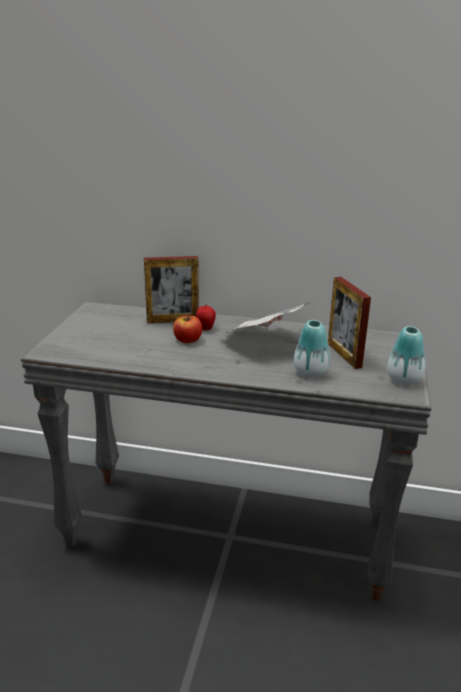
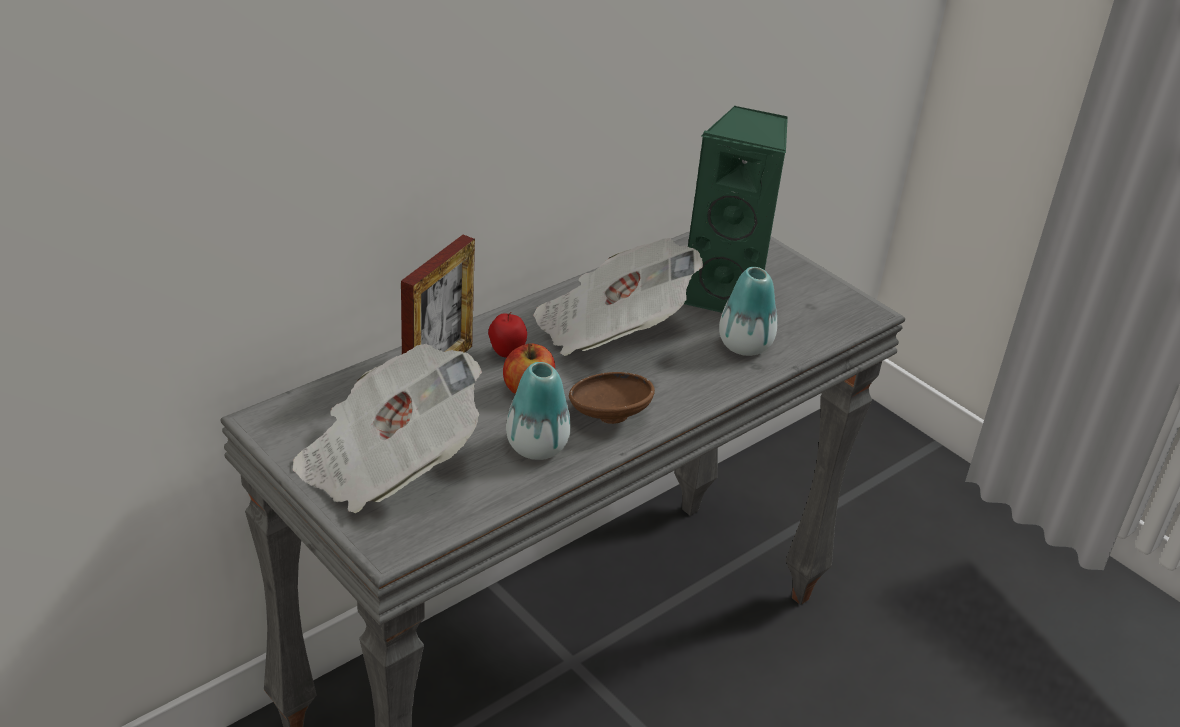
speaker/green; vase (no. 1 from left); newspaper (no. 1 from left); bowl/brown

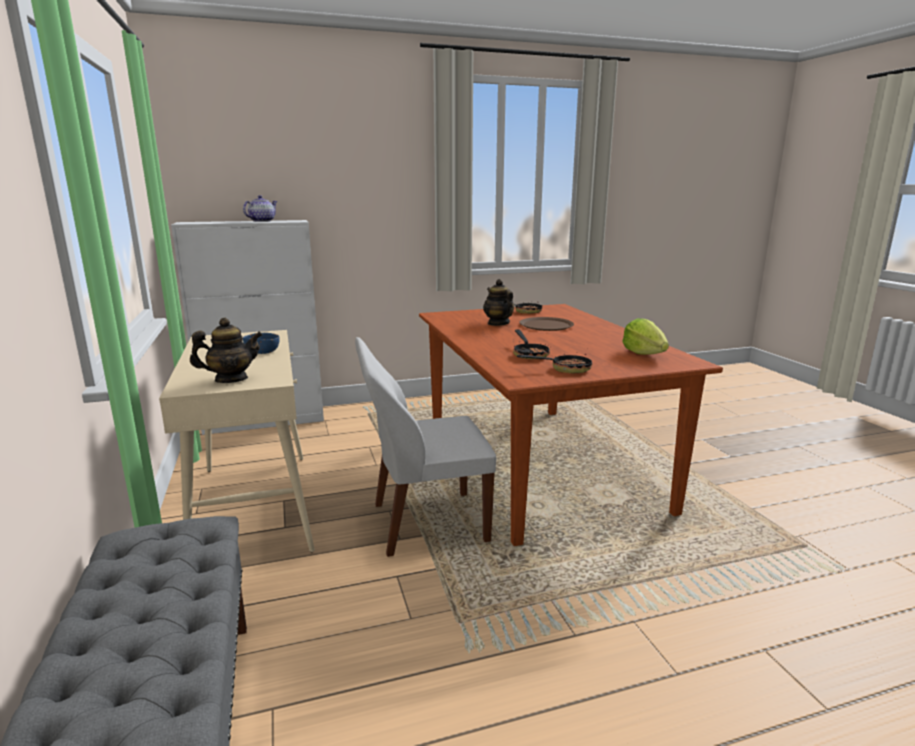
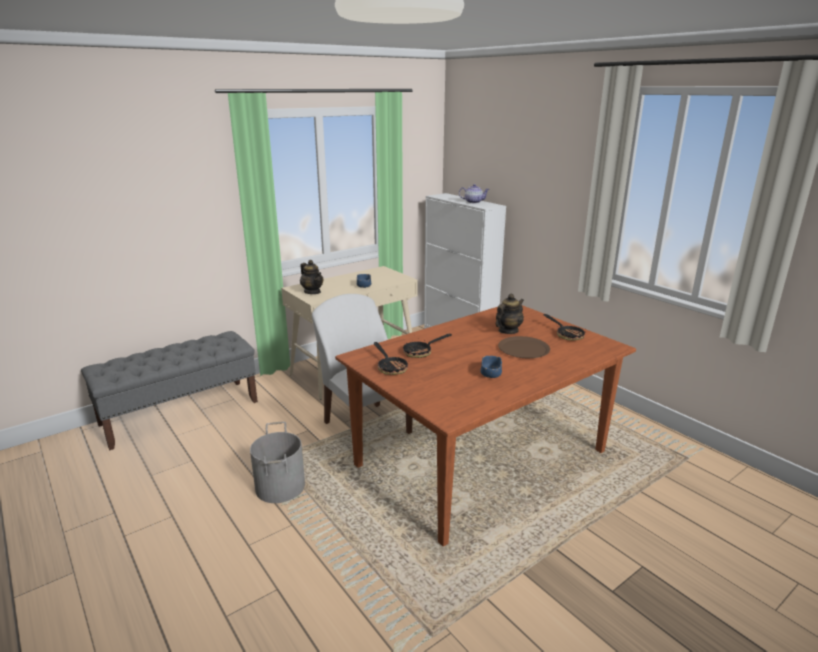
lettuce; bowl/blue (no. 2 from left); bucket/grey

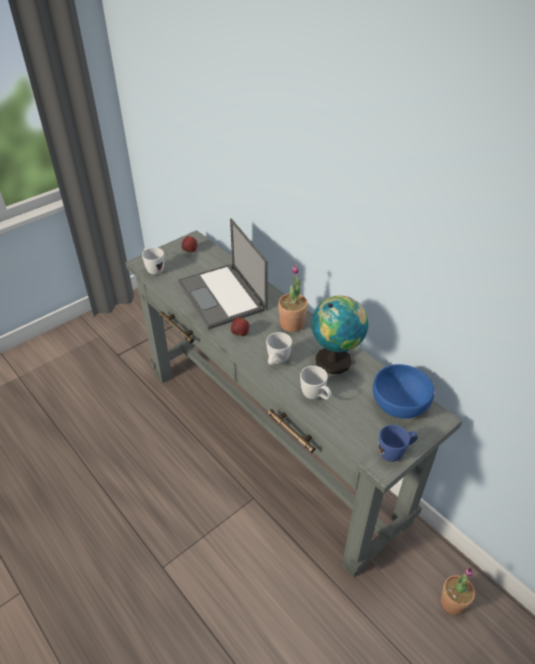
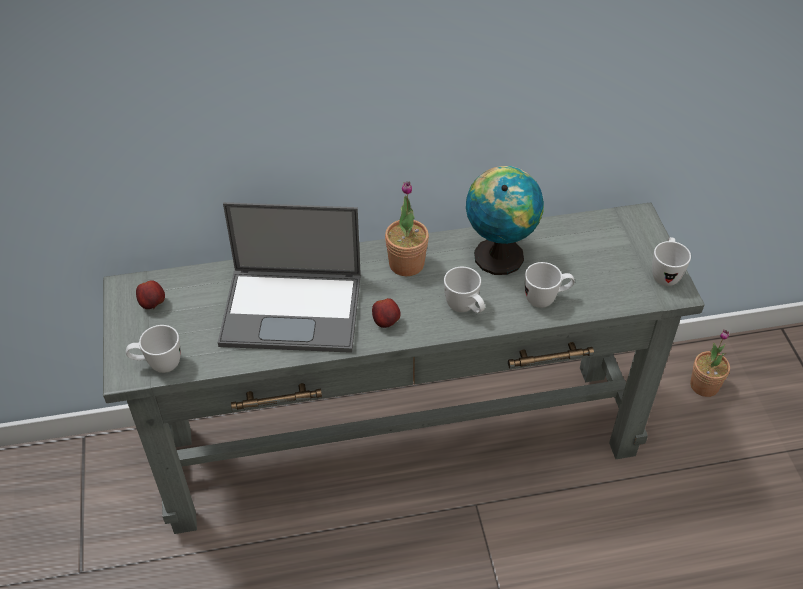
bowl/blue; mug/white (no. 4 from left)

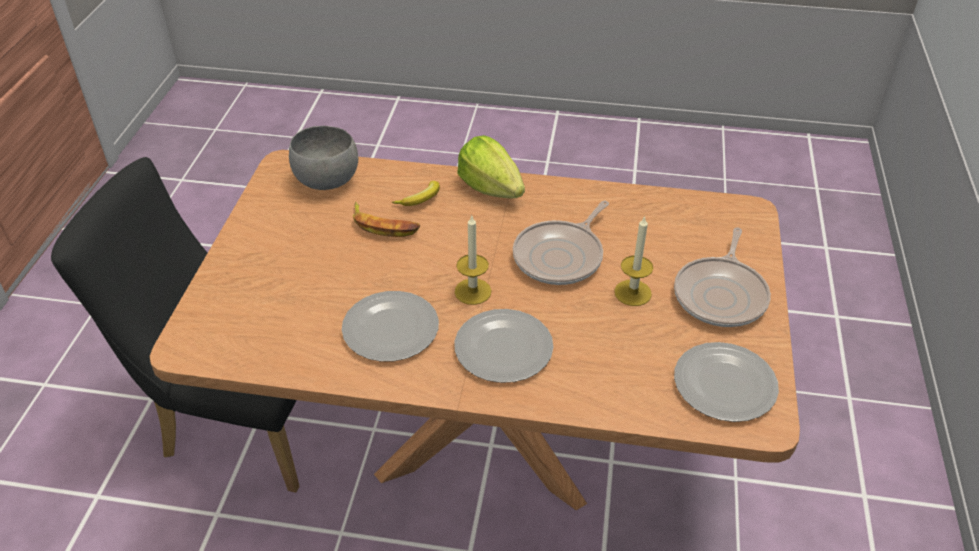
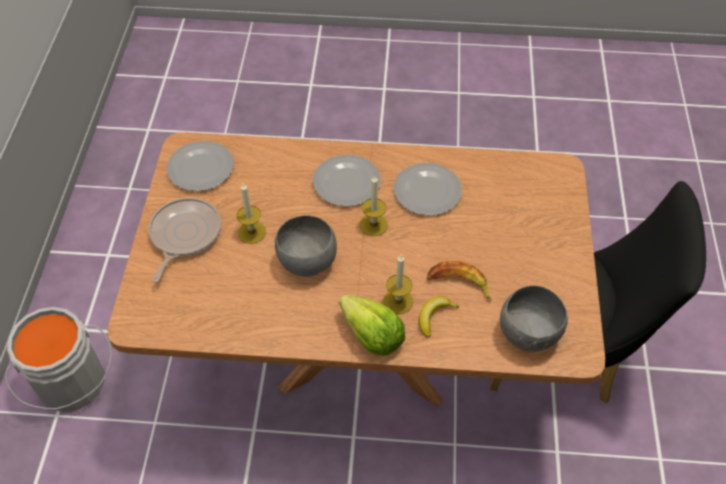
bowl/grey (no. 1 from left); candle (no. 3 from left); bucket/grey

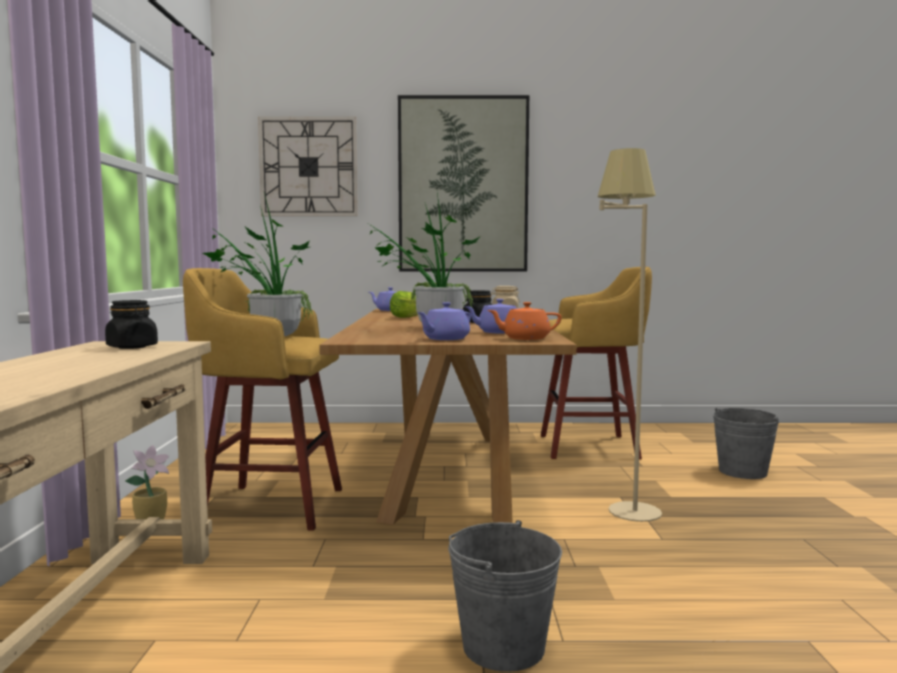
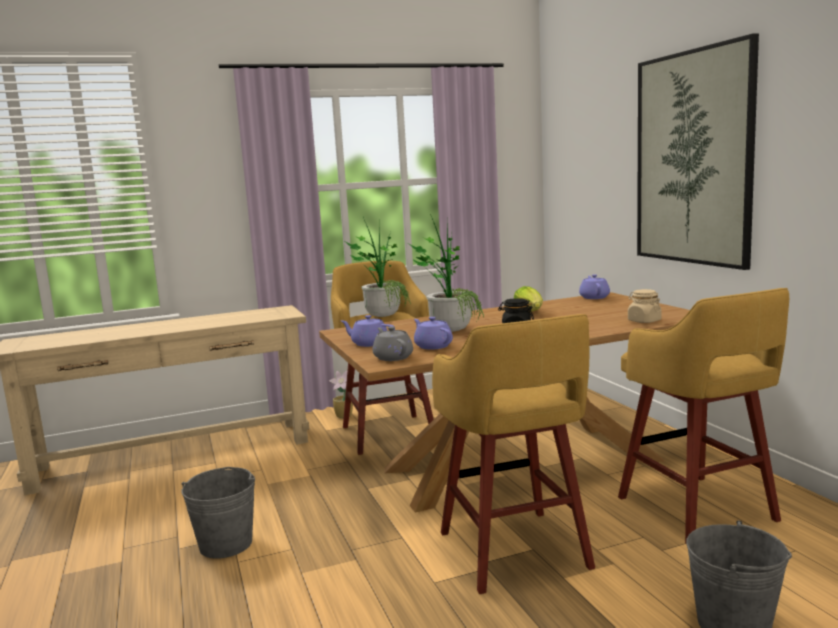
wall clock; stool/yellow (no. 2 from left); jar/black (no. 1 from left in the first image); teapot/grey

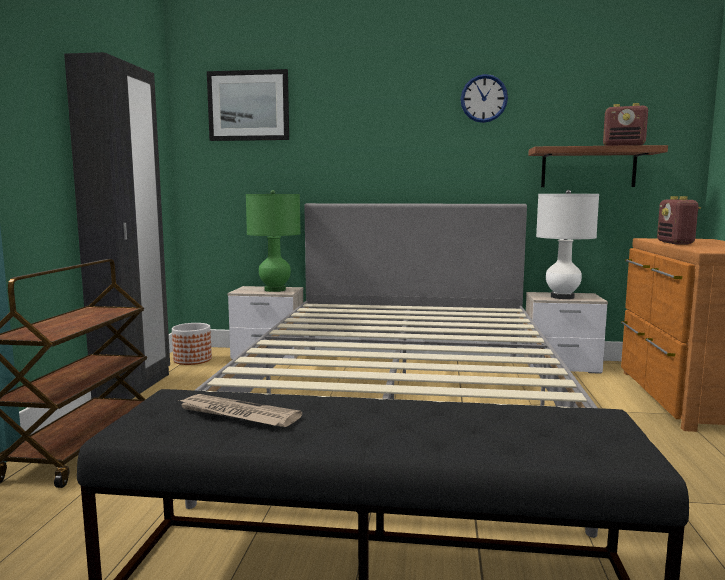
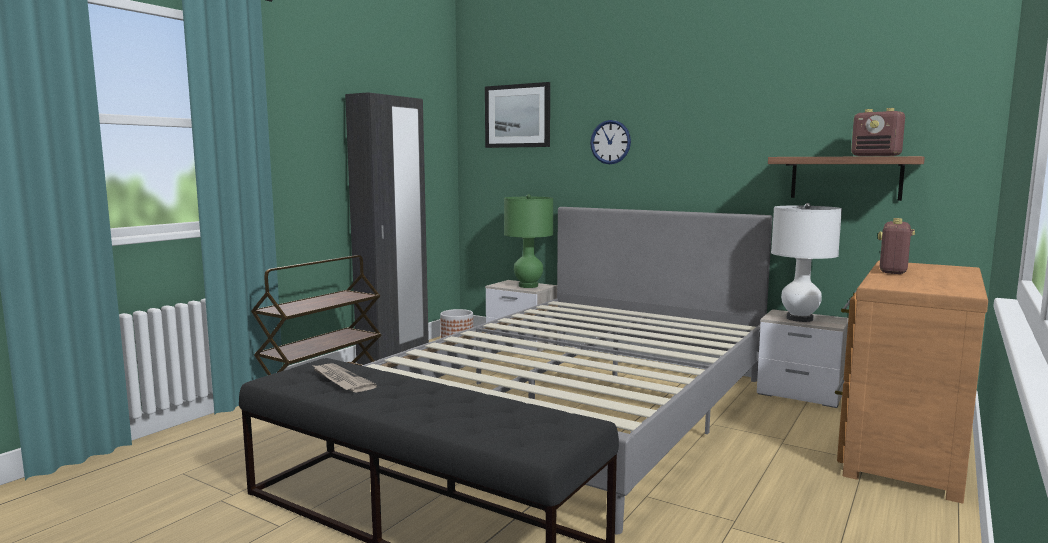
wall clock

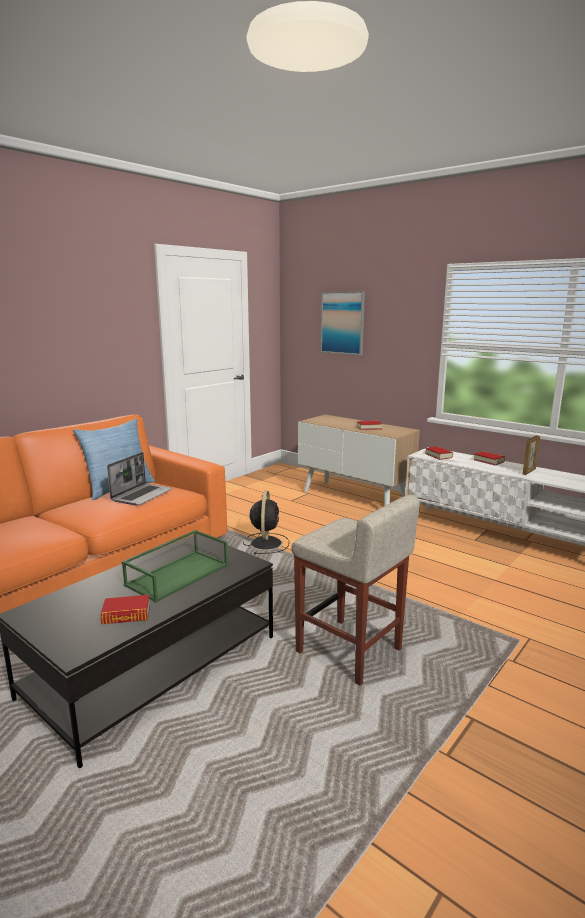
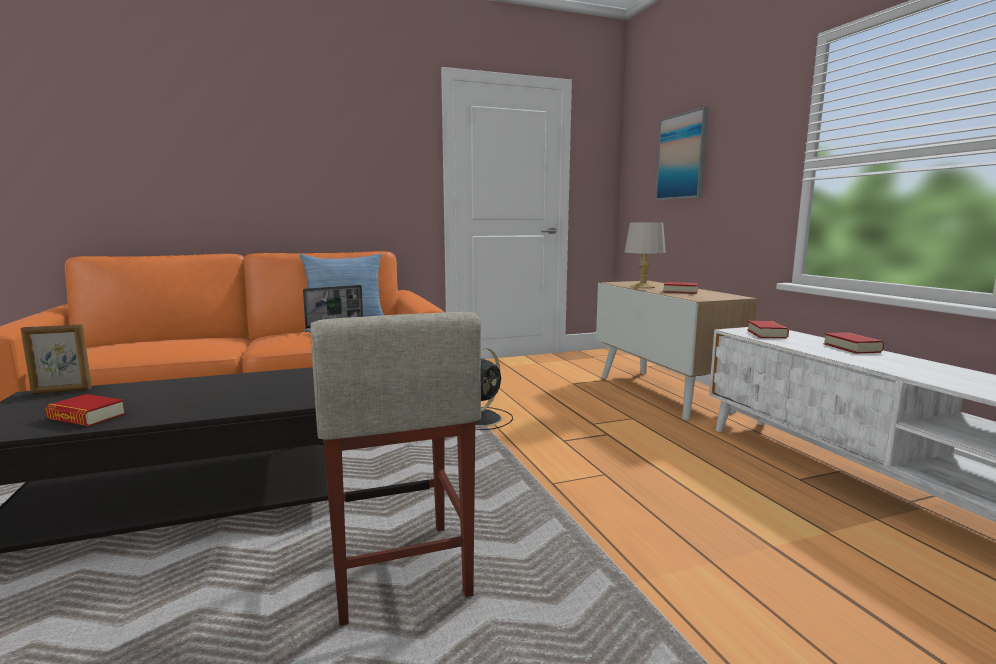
picture frame; tray/green; table lamp/grey

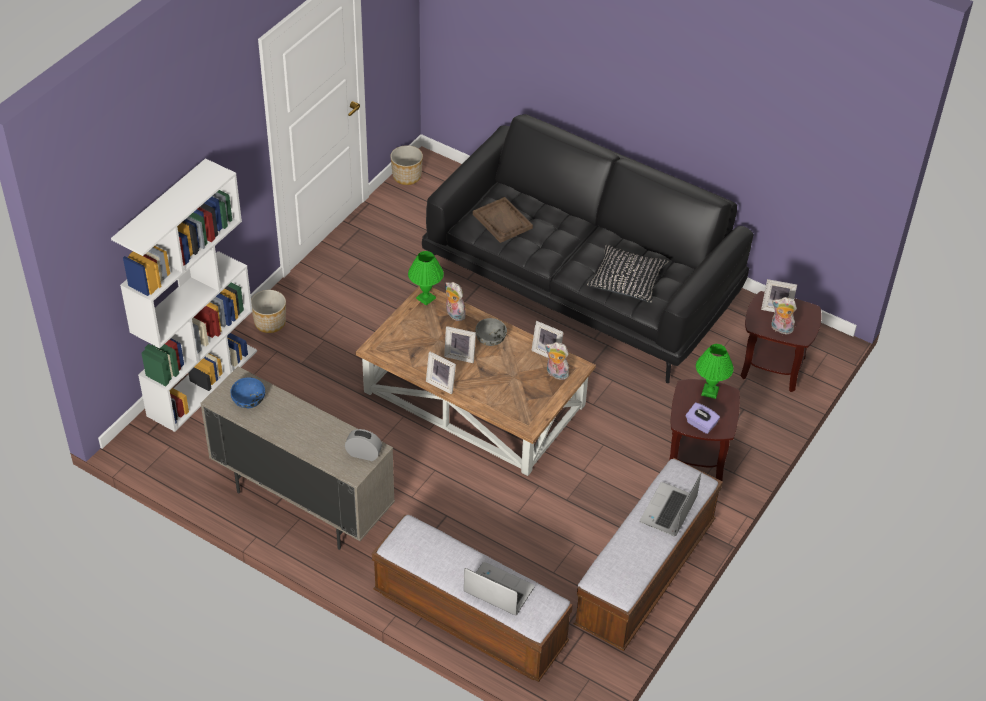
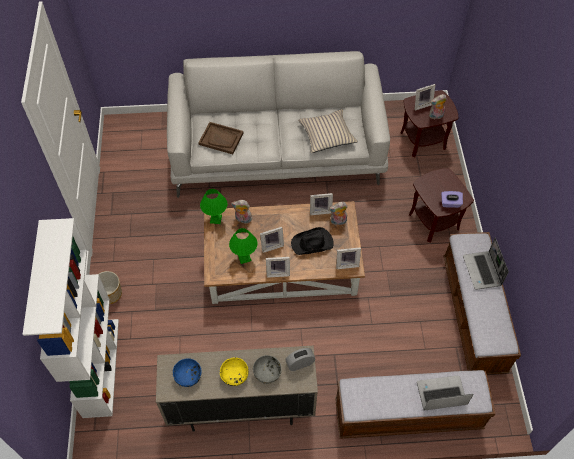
sofa/white; planter (no. 2 from left in the first image); pillow/beige; bowl/grey; table lamp/green (no. 2 from left); hat/black; picture frame (no. 4 from left); bowl/yellow

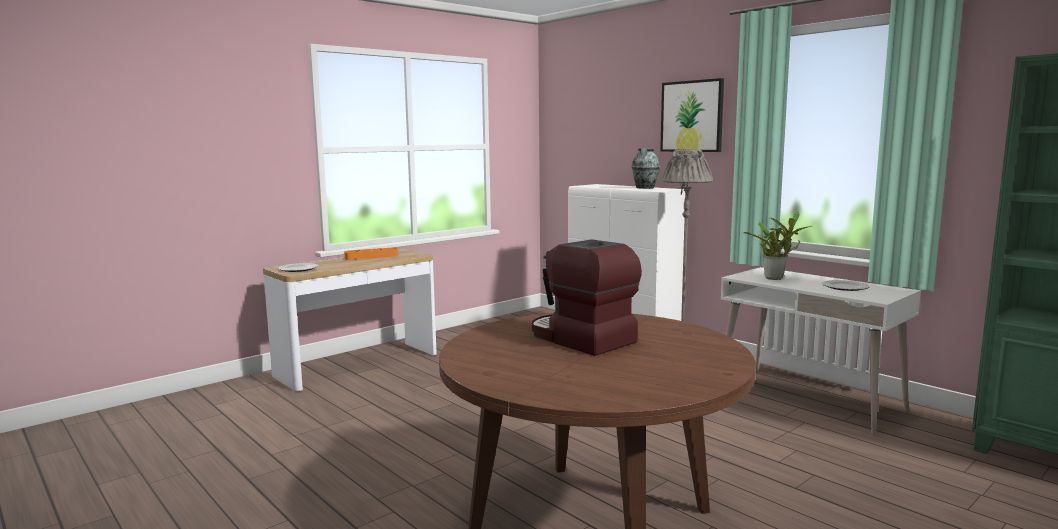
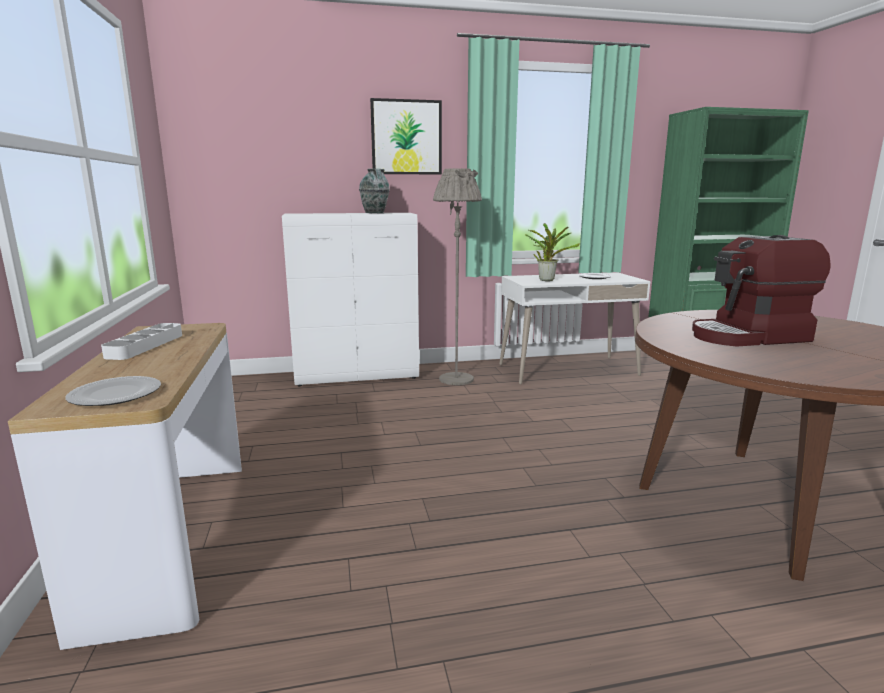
tray/white

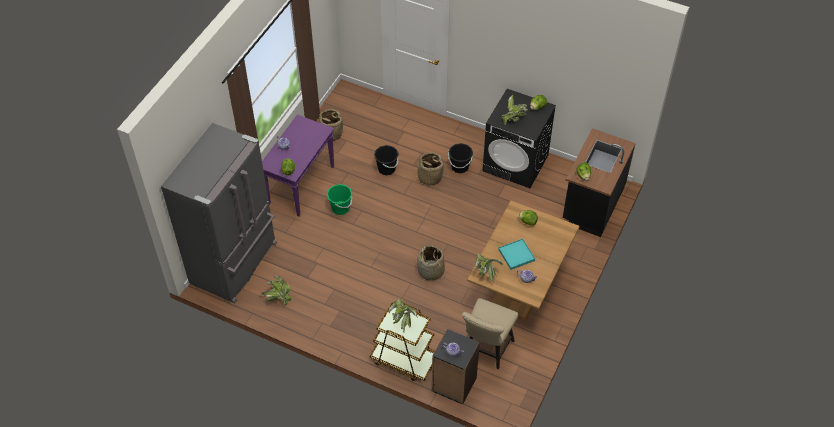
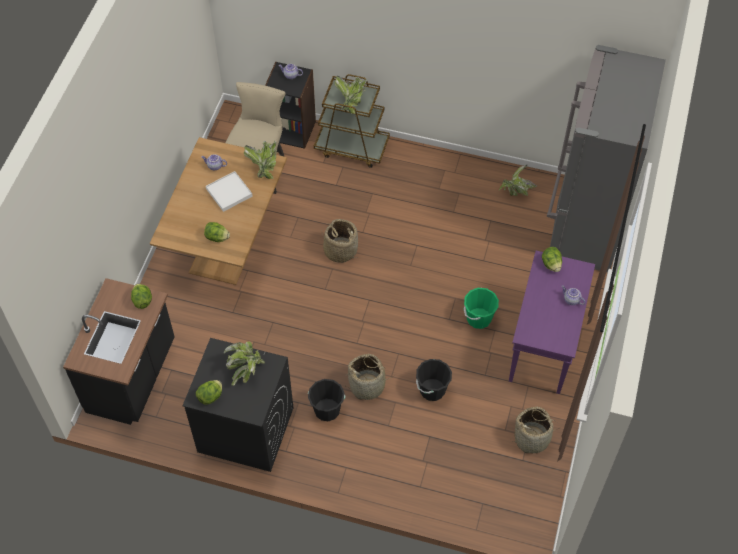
tray/white

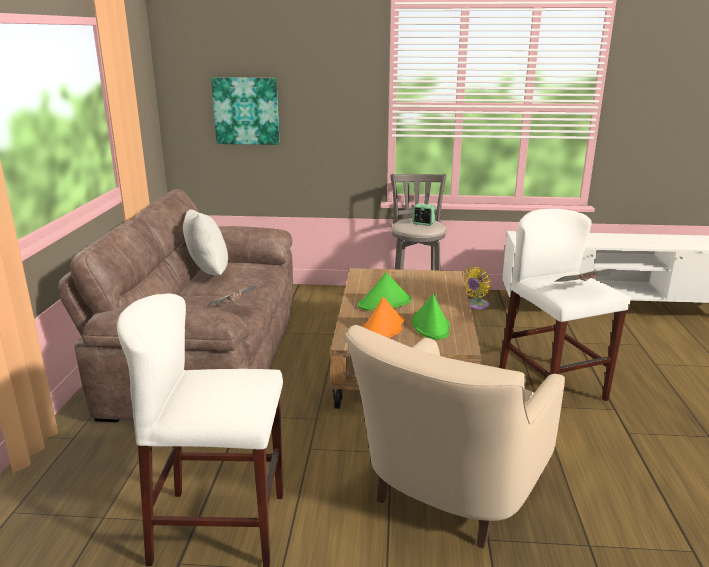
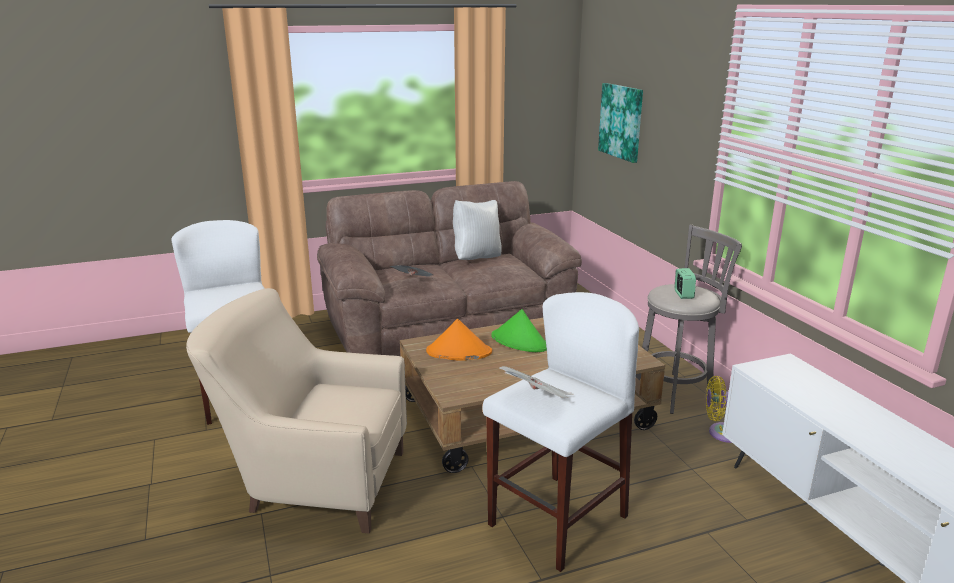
hat/green (no. 2 from left in the first image)

